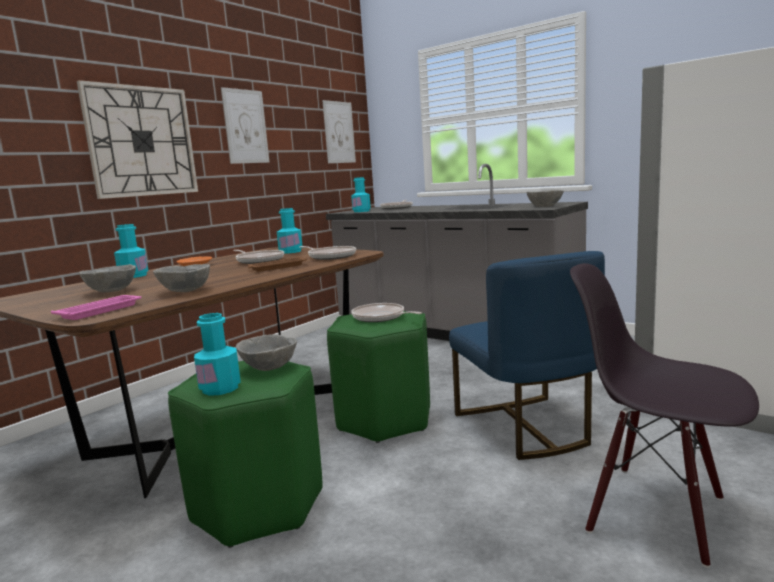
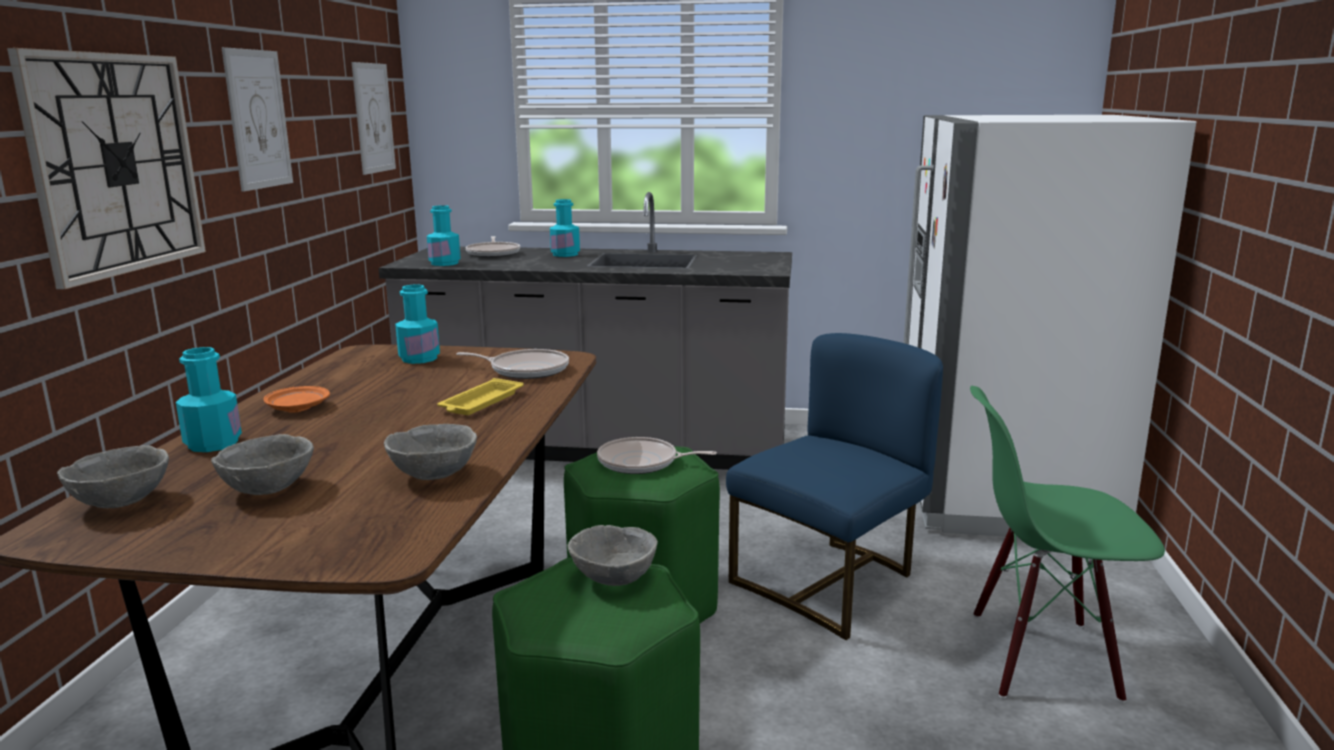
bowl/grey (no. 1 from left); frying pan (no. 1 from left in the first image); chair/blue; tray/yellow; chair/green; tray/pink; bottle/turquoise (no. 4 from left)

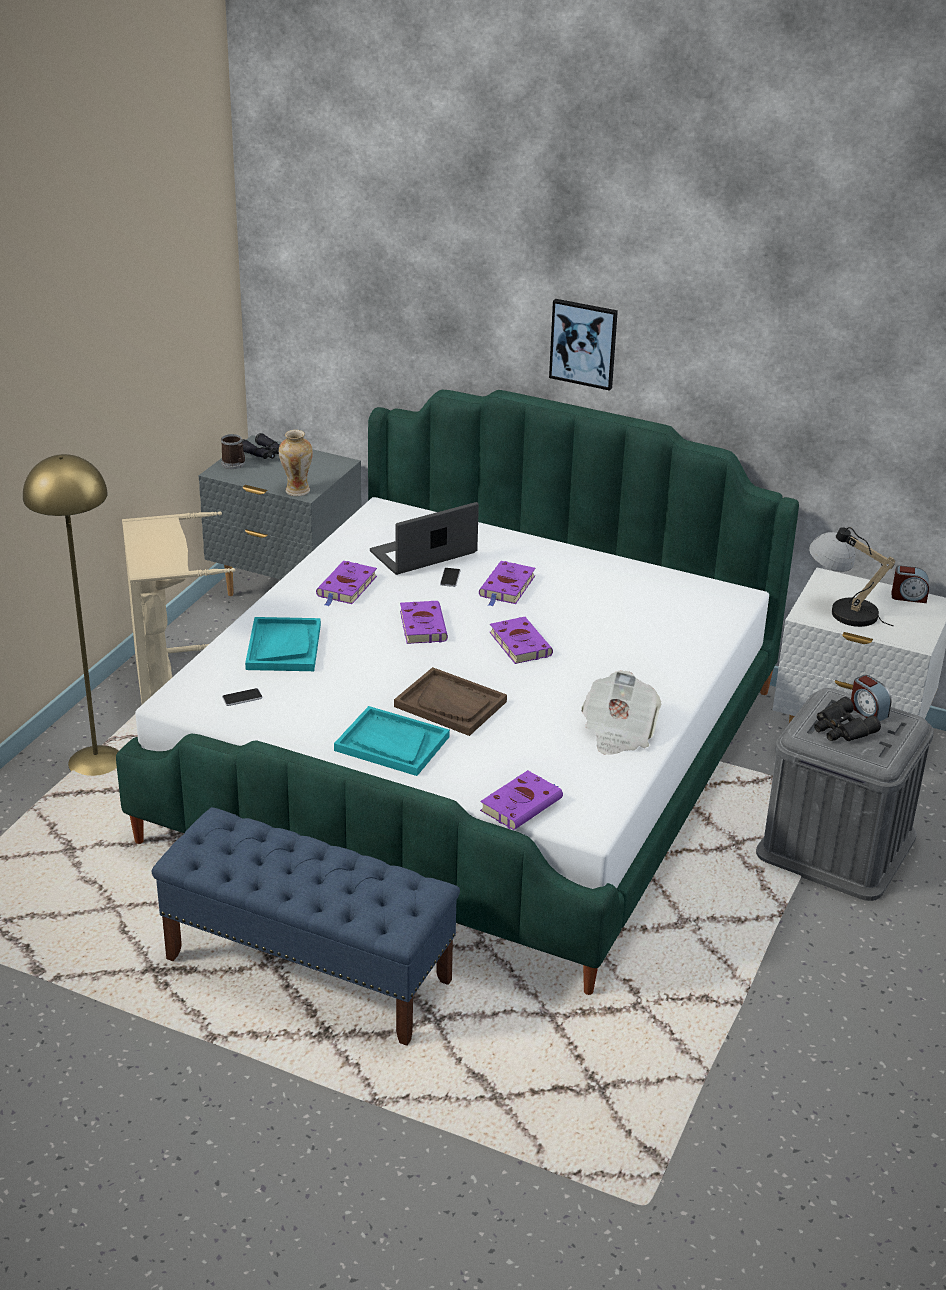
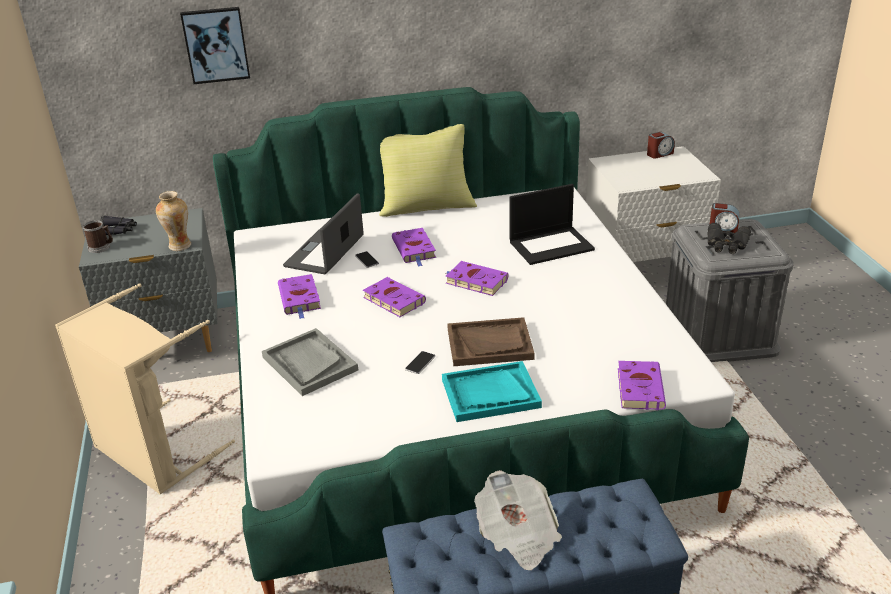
picture; floor lamp/yellow; table lamp; tray/grey; newspaper; phone (no. 2 from left); pillow/yellow; laptop (no. 2 from left)

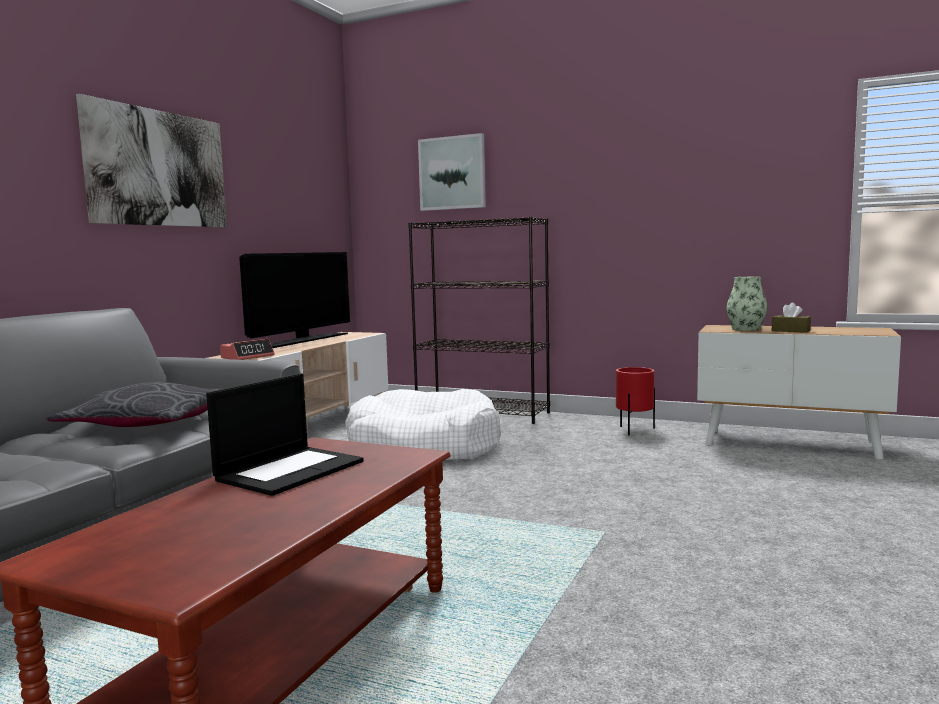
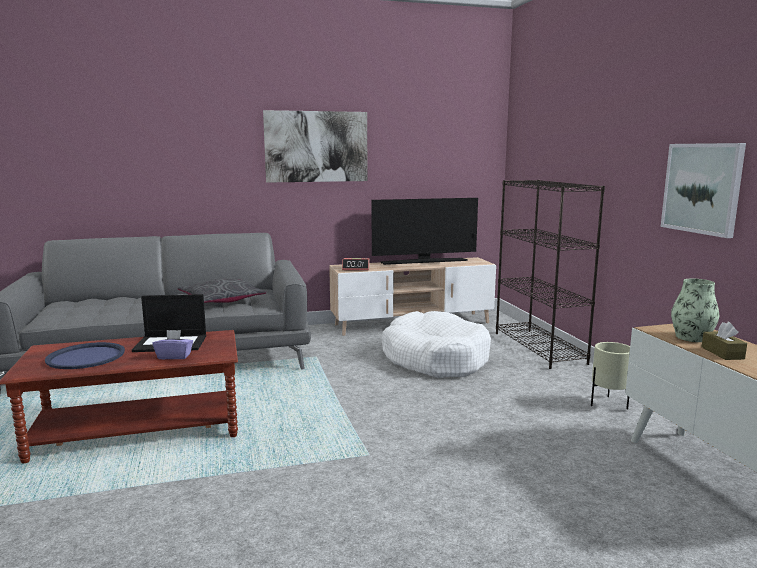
picture (no. 2 from left); planter/beige; tissue box/purple; tray/blue

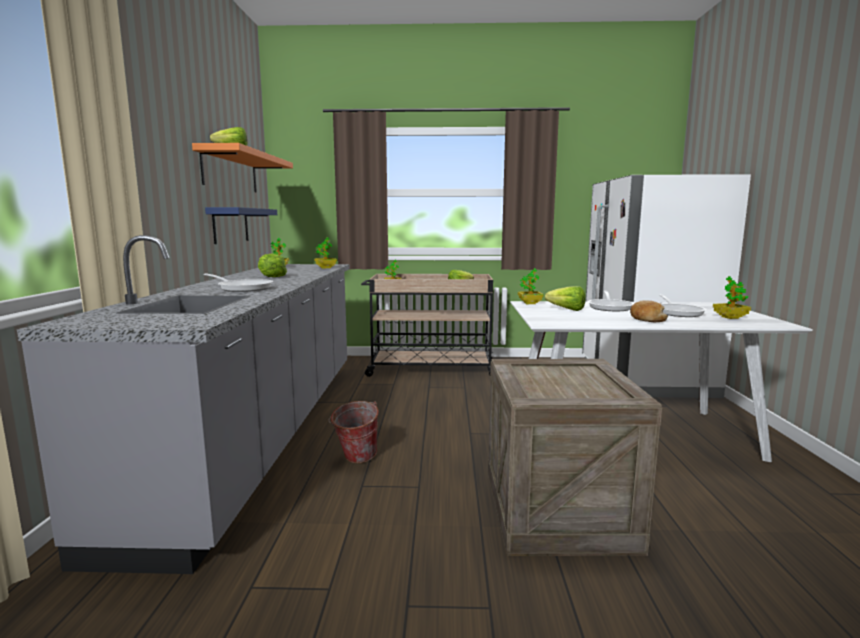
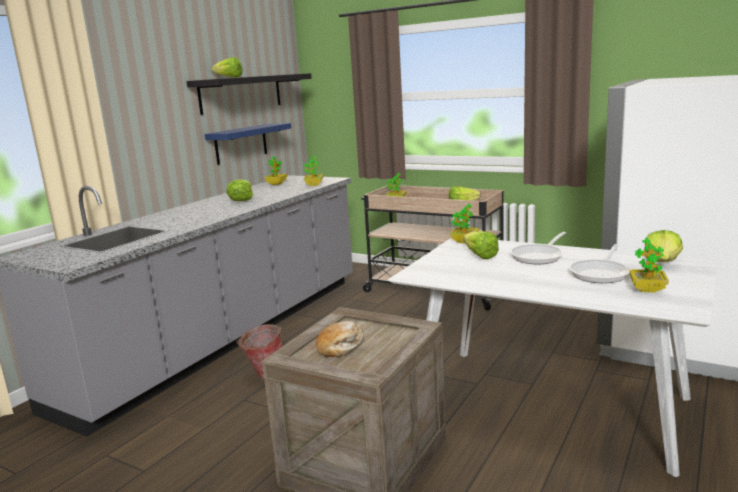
shelf/black; frying pan (no. 1 from left in the first image); bread; lettuce (no. 5 from left)

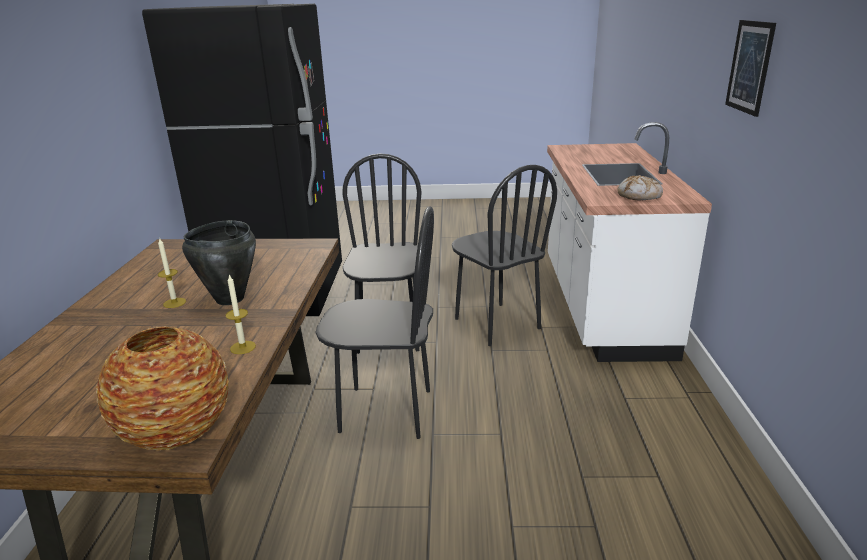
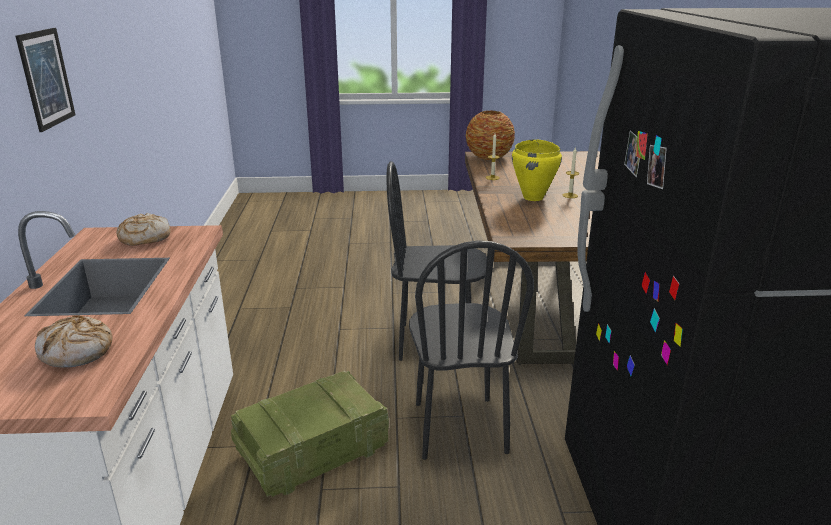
crate; cooking pot/yellow; bread (no. 1 from left)

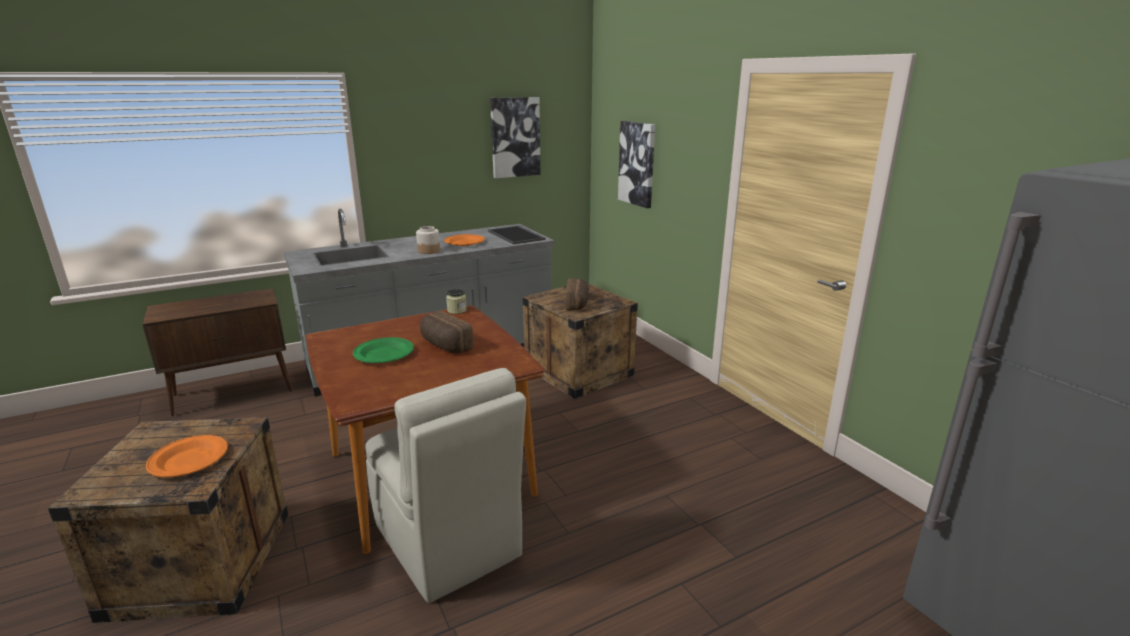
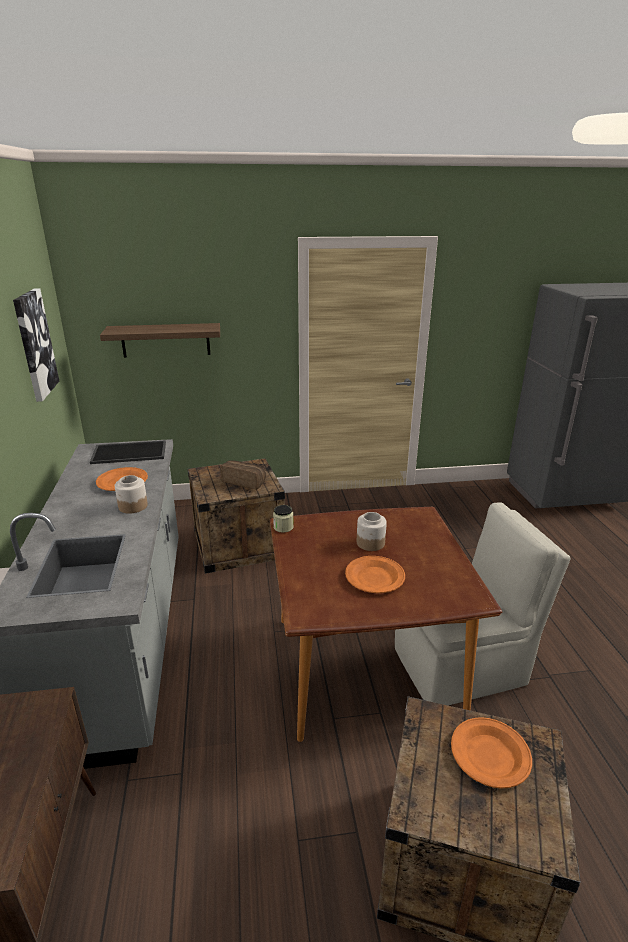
shelf; jar (no. 3 from left); plate/orange (no. 2 from left)

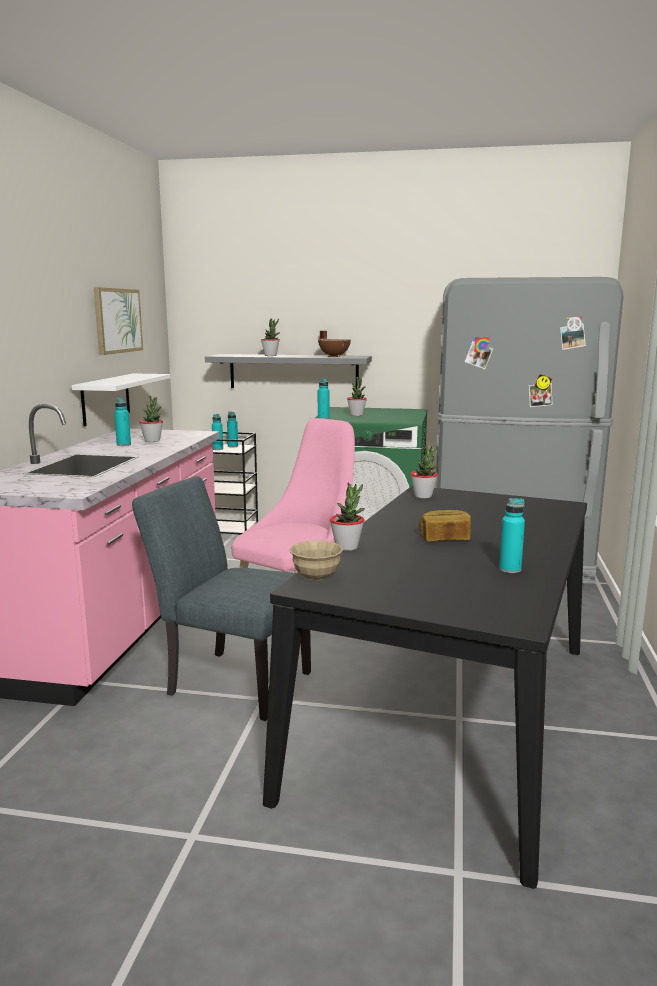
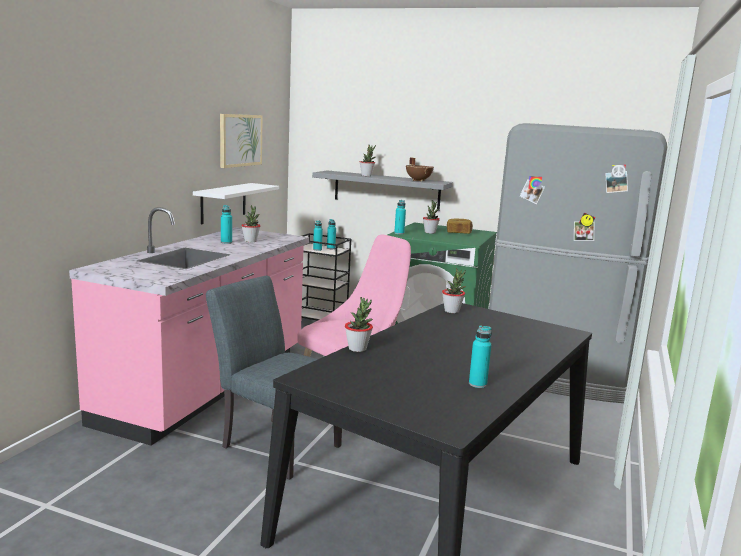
bread; bowl/beige

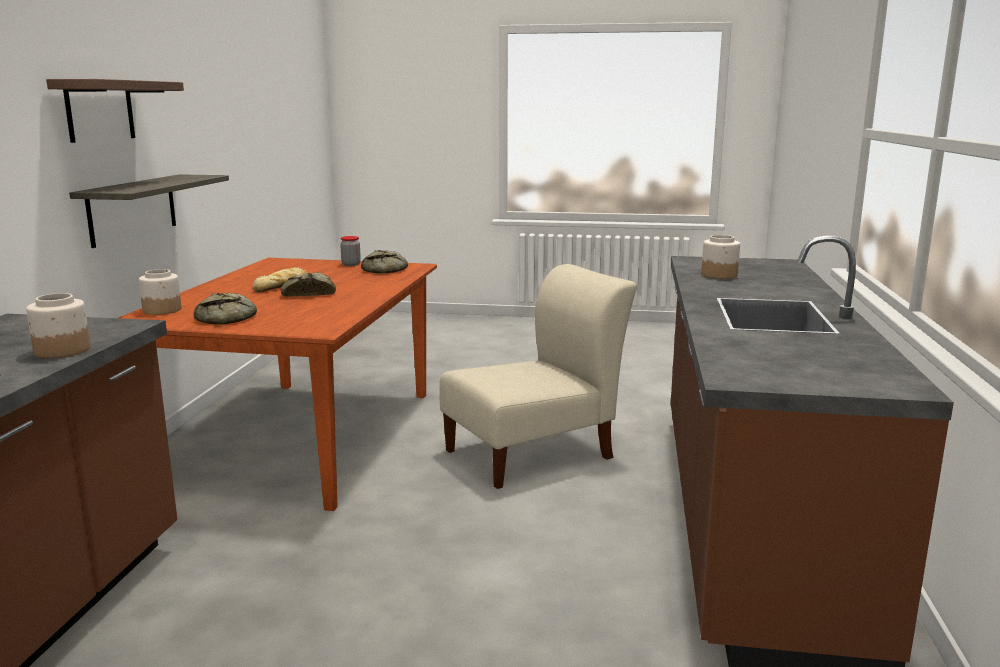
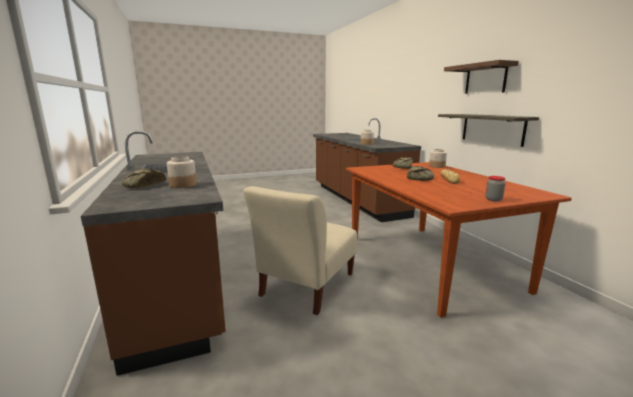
bread (no. 1 from left)

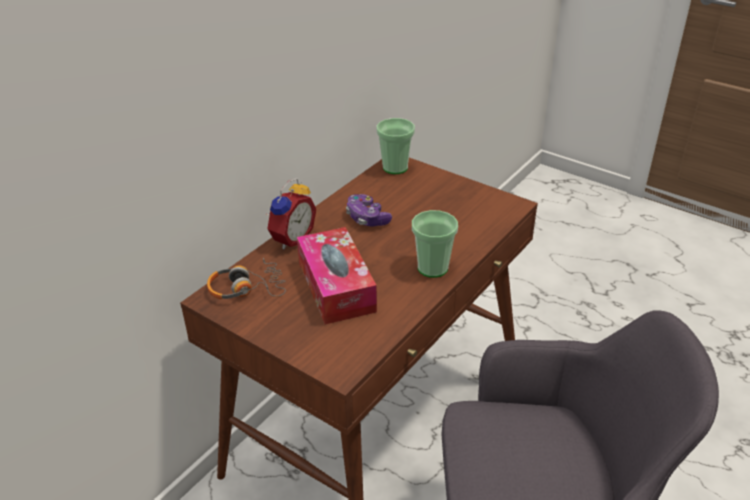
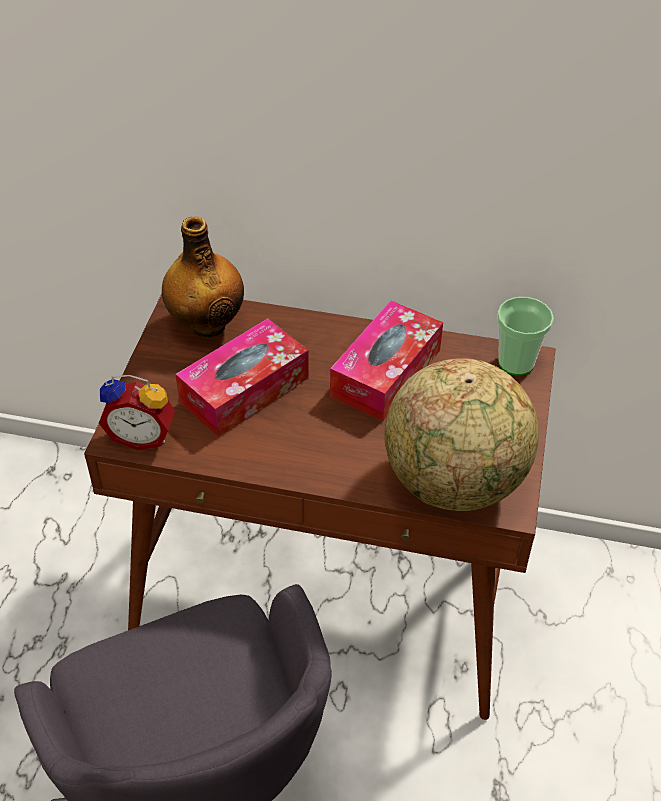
alarm clock; tissue box (no. 2 from left); cup (no. 2 from left in the first image); bottle; globe

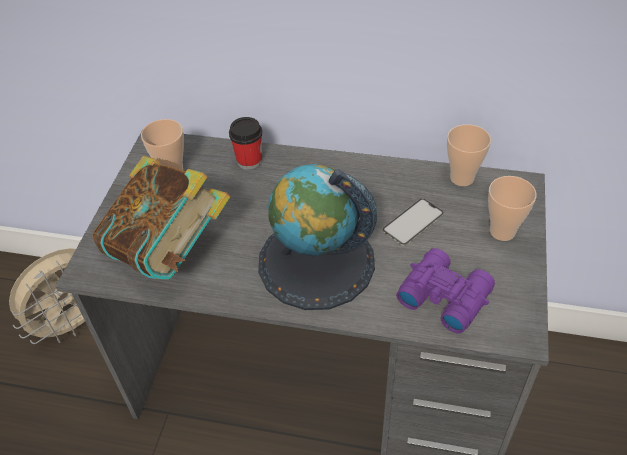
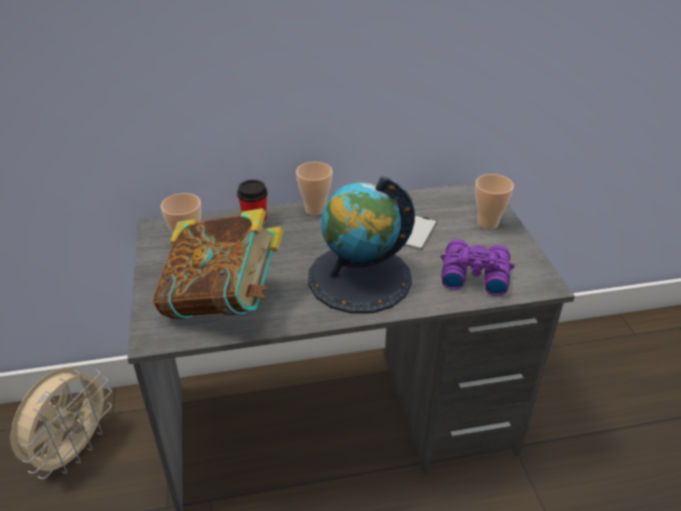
cup (no. 3 from left)

